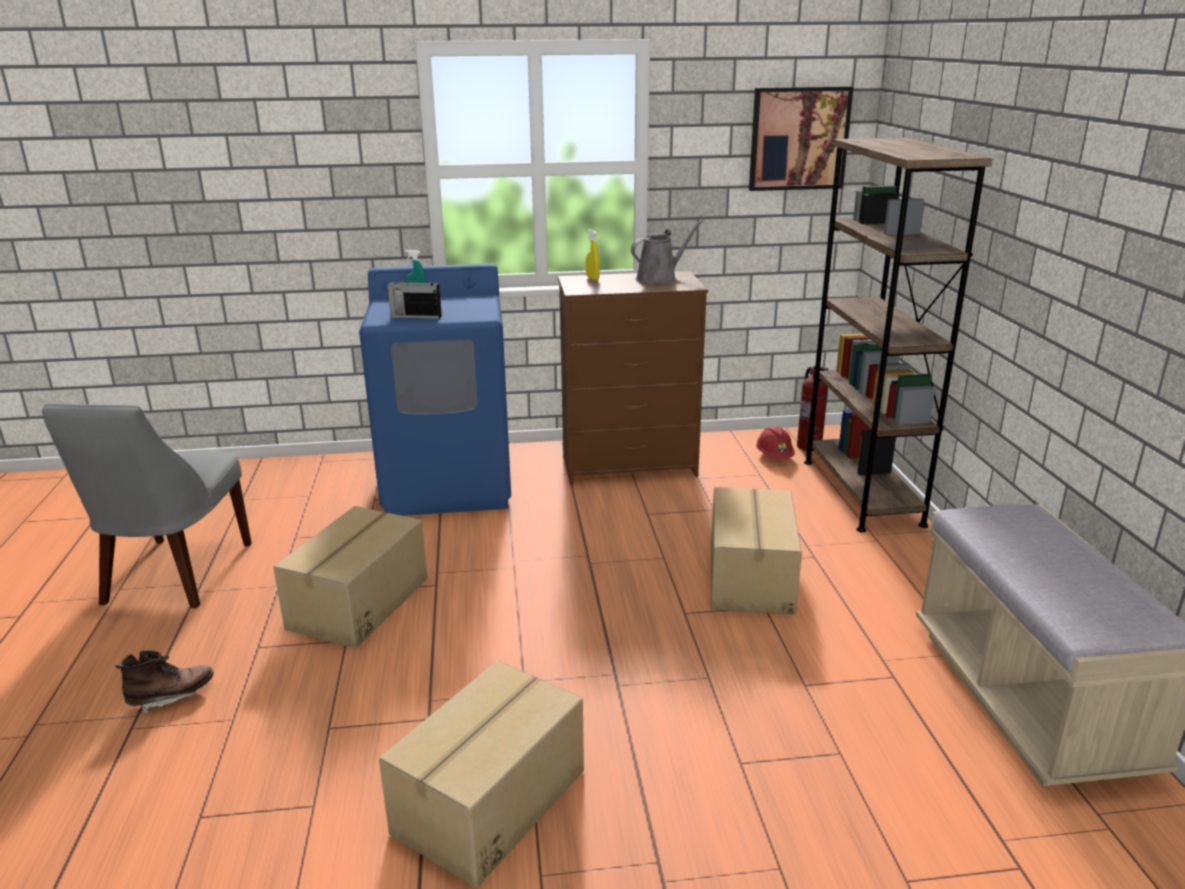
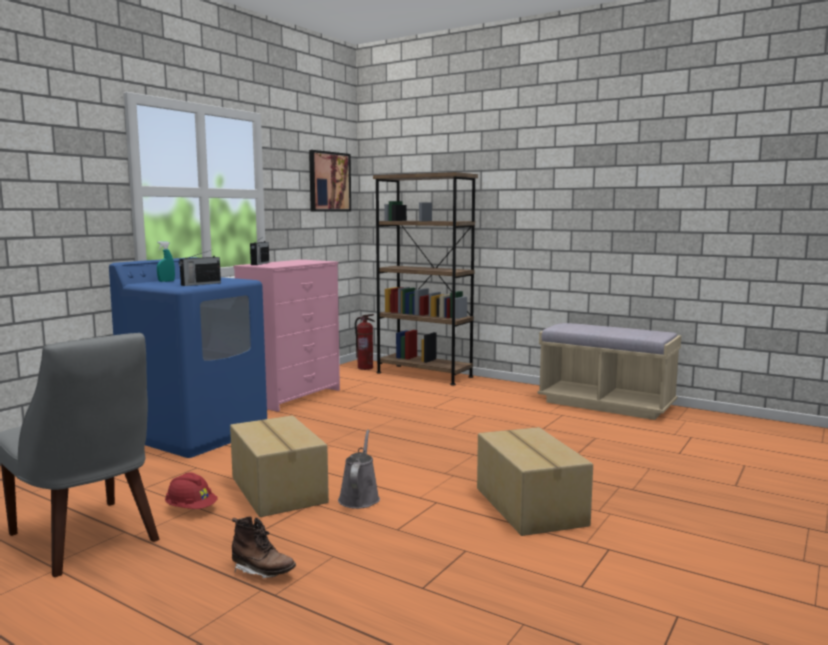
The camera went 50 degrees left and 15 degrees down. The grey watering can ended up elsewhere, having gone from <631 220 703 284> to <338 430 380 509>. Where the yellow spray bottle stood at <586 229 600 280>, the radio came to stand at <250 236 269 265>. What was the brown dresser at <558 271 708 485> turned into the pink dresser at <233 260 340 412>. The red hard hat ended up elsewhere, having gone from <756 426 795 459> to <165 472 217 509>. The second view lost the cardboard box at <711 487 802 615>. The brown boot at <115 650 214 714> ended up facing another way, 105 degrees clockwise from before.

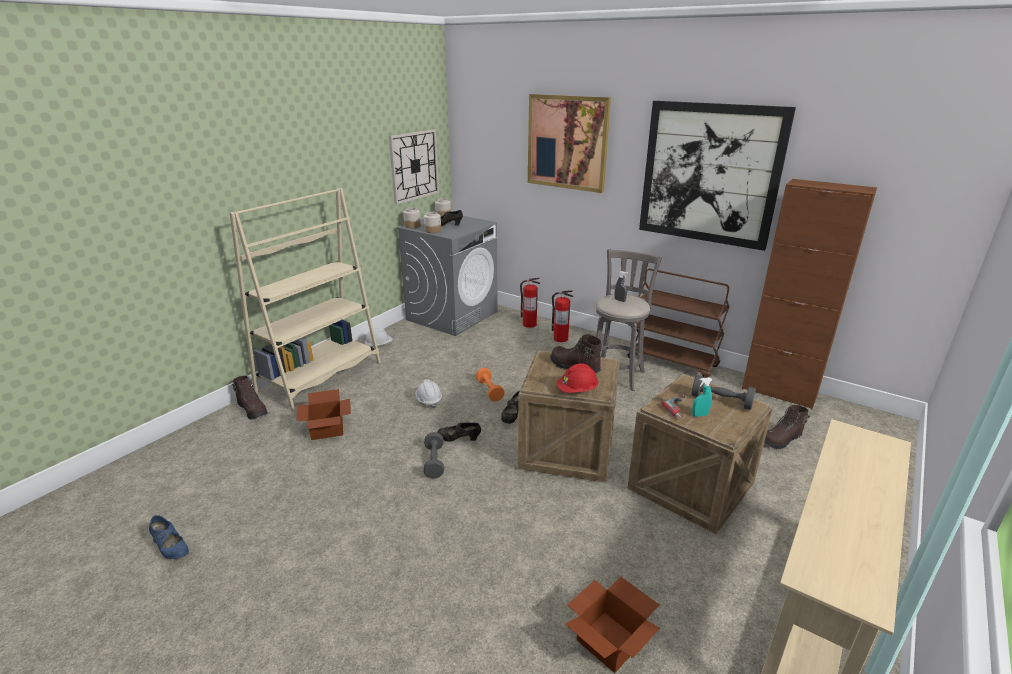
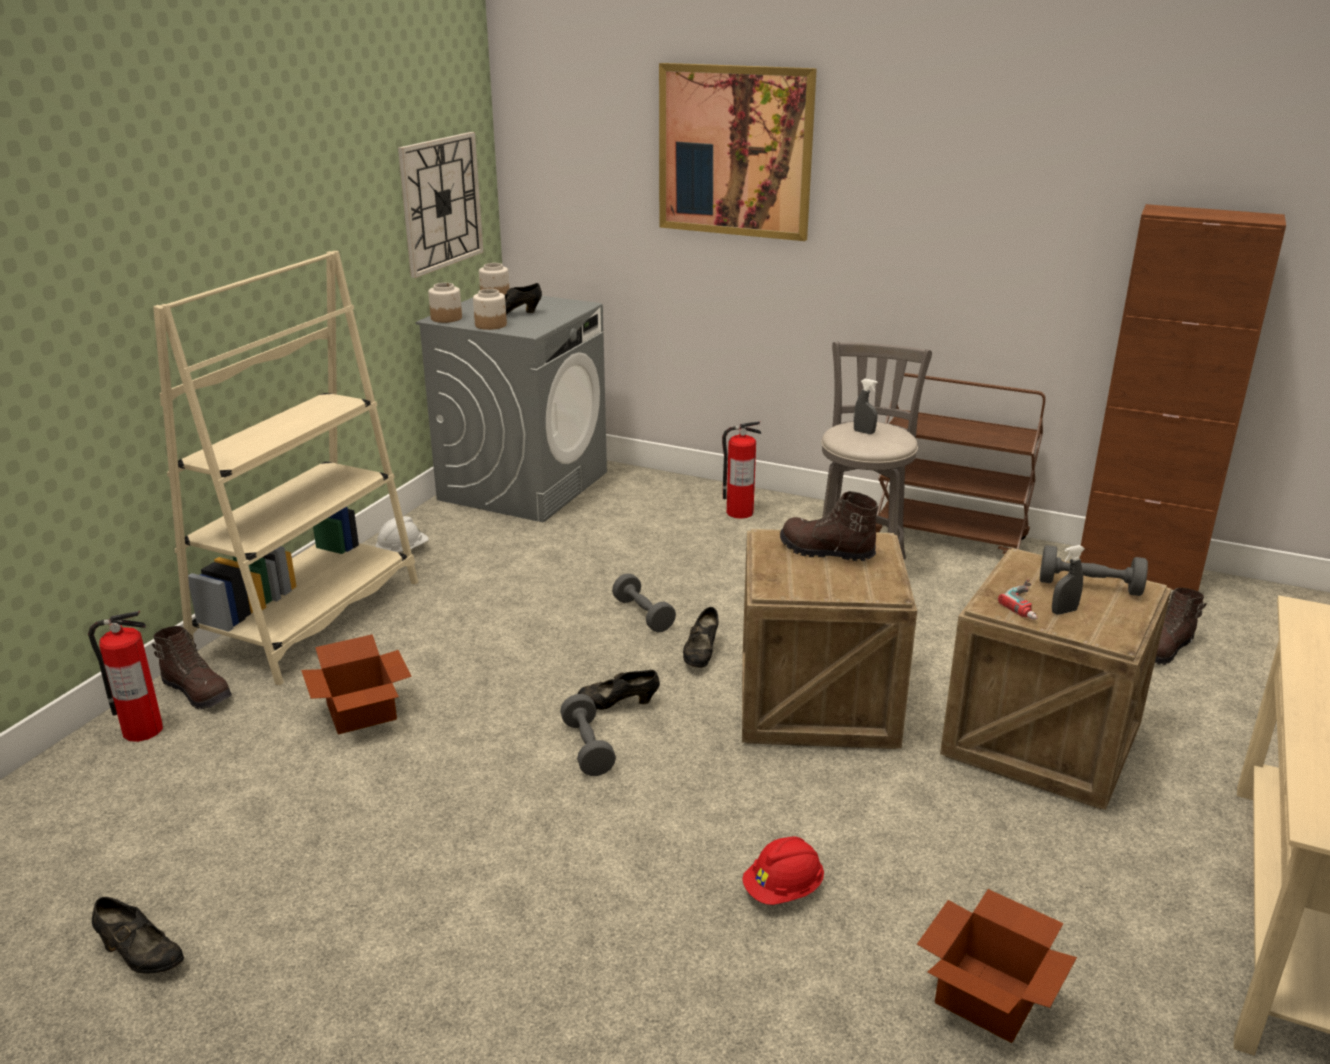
The camera went 10 degrees left and 0 degrees up. The second view lost the picture at <639 101 796 251>. The fire extinguisher ended up elsewhere, having gone from <520 278 540 328> to <88 611 163 742>. The red hard hat ended up elsewhere, having gone from <557 363 599 393> to <742 836 824 905>. What was the orange dumbbell at <476 368 505 401> turned into the grey dumbbell at <612 573 676 632>. What was the turquoise spray bottle at <692 377 712 417> turned into the grey spray bottle at <1052 545 1085 615>. The second view lost the white hard hat at <416 379 442 409>. What was the blue shoe at <149 515 189 559> turned into the black shoe at <92 897 184 974>.

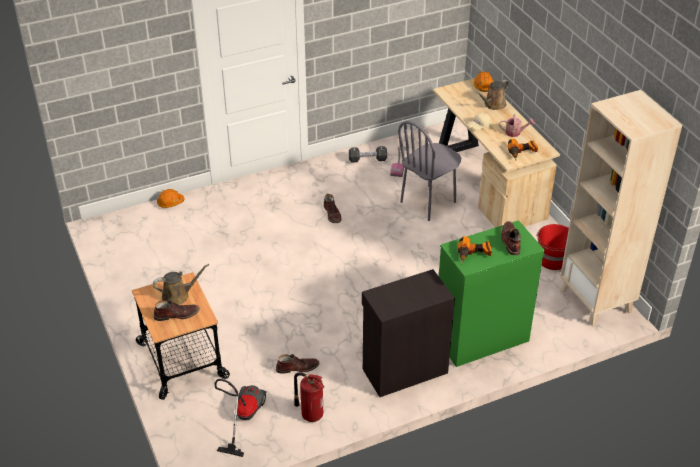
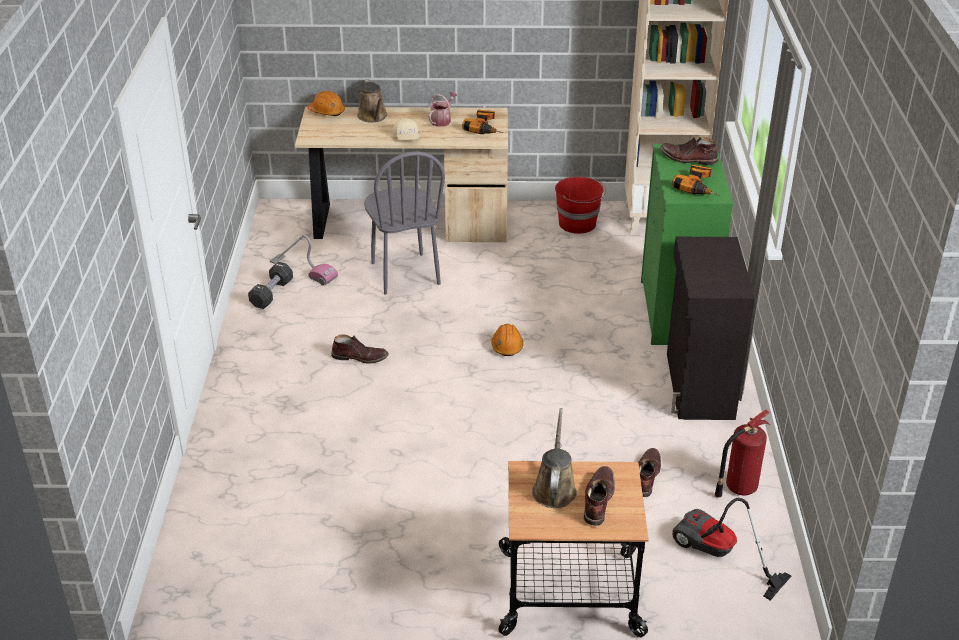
The camera went 65 degrees left and 5 degrees down. The orange hard hat ended up elsewhere, having gone from <157 189 185 208> to <491 324 523 356>.

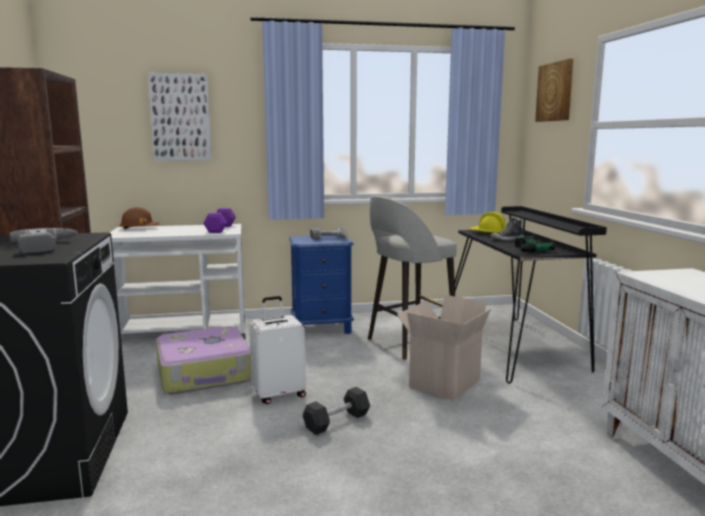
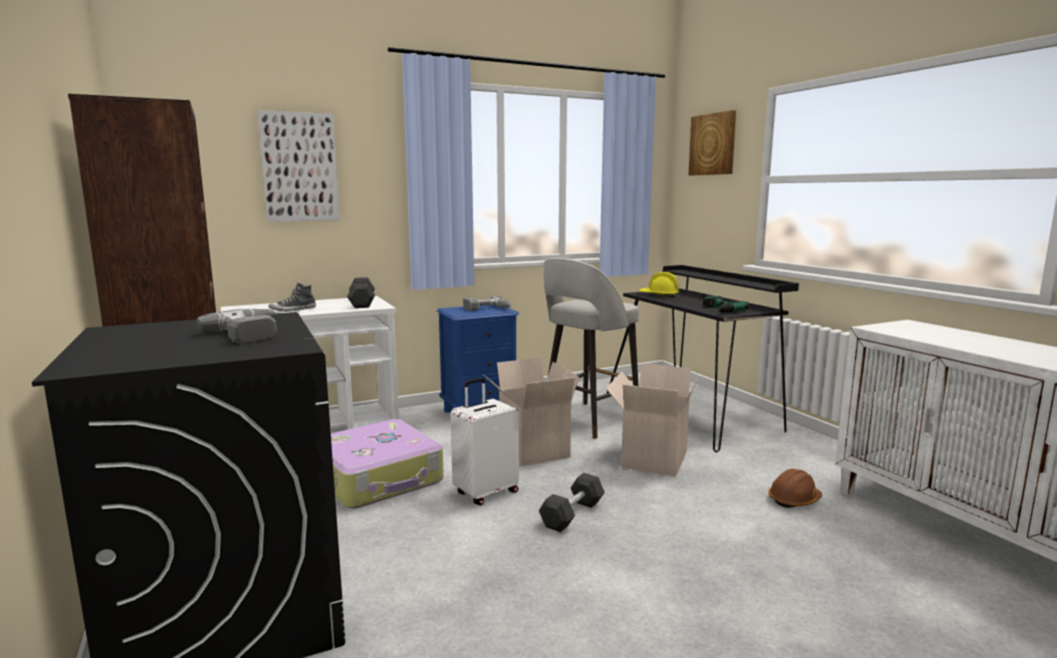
The camera went 15 degrees left and 0 degrees up. The brown hard hat ended up elsewhere, having gone from <119 207 159 229> to <768 469 822 508>. What was the purple dumbbell at <203 208 236 233> turned into the black dumbbell at <347 277 375 308>. The shoe ended up elsewhere, having gone from <491 217 524 241> to <268 283 316 312>. The second view gained the cardboard box at <483 358 579 466>.

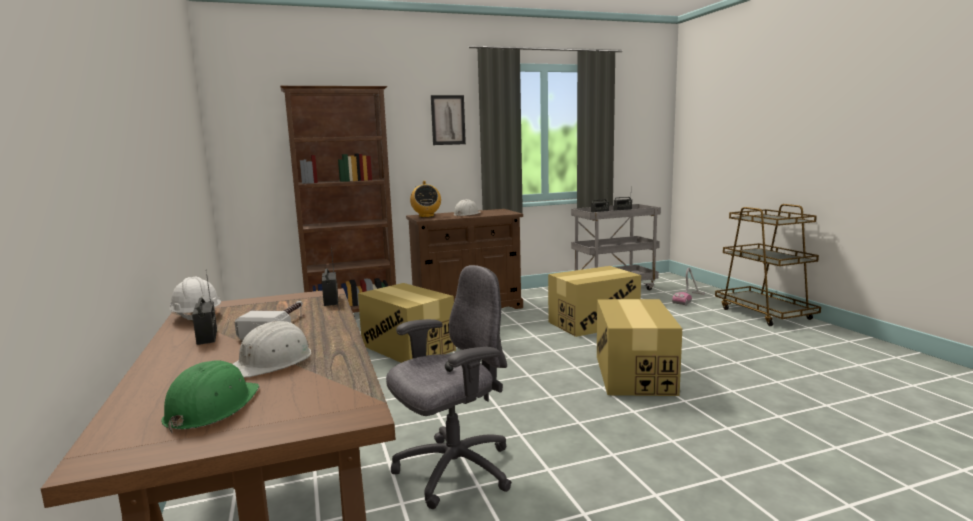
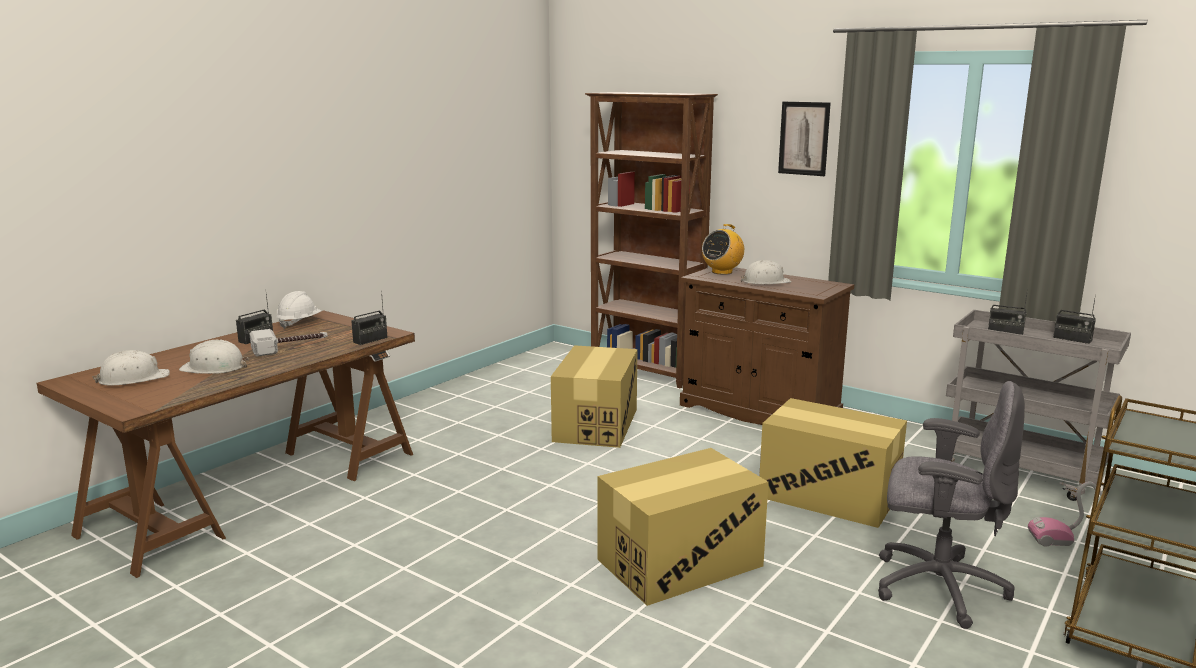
The camera went 55 degrees right and 5 degrees up. The grey office chair ended up elsewhere, having gone from <386 265 512 509> to <878 381 1025 629>. What was the green hard hat at <161 360 260 433> turned into the white hard hat at <92 350 170 385>.

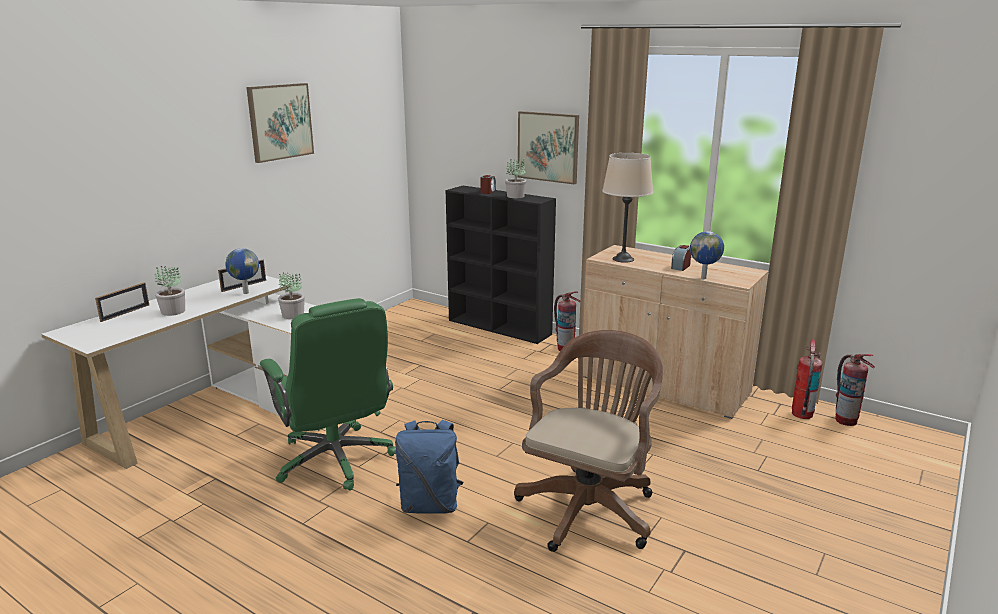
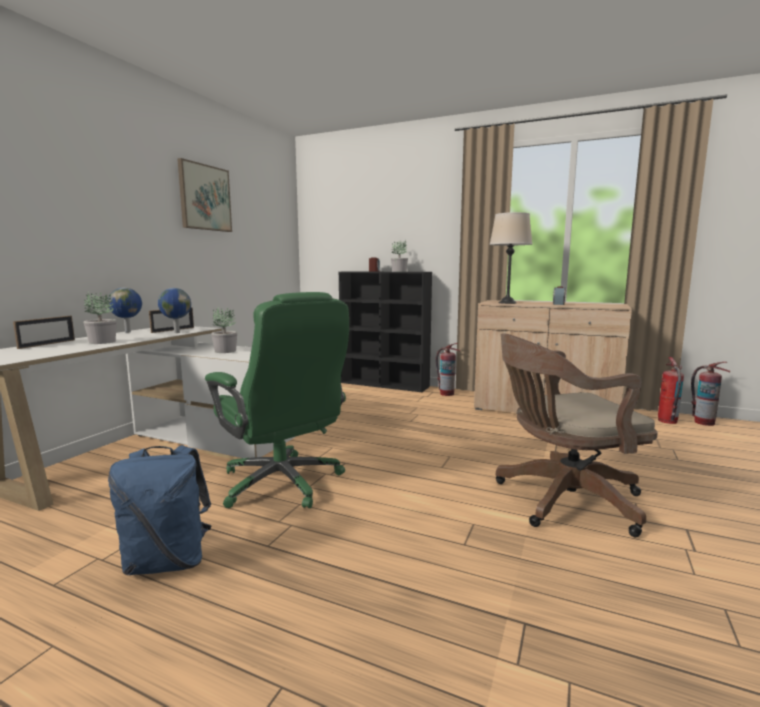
The camera went 10 degrees left and 10 degrees down. The second view lost the picture at <518 111 579 184>. The globe ended up elsewhere, having gone from <690 231 724 279> to <107 288 142 333>. The brown office chair at <514 330 663 552> ended up facing another way, 120 degrees counterclockwise from before. The blue backpack ended up elsewhere, having gone from <395 420 463 514> to <108 445 212 575>.

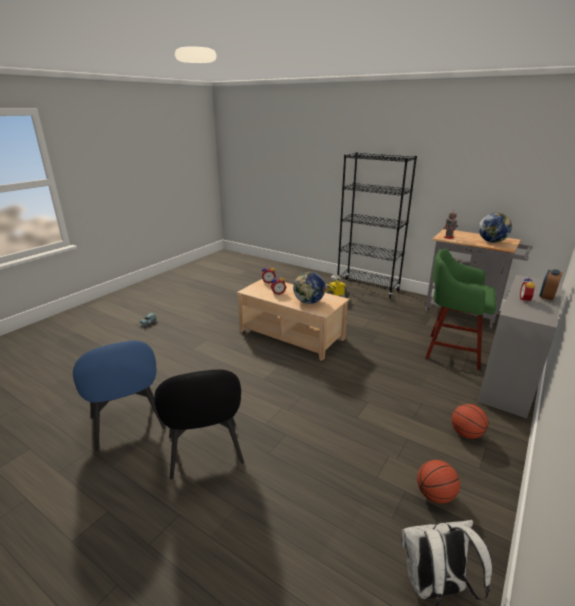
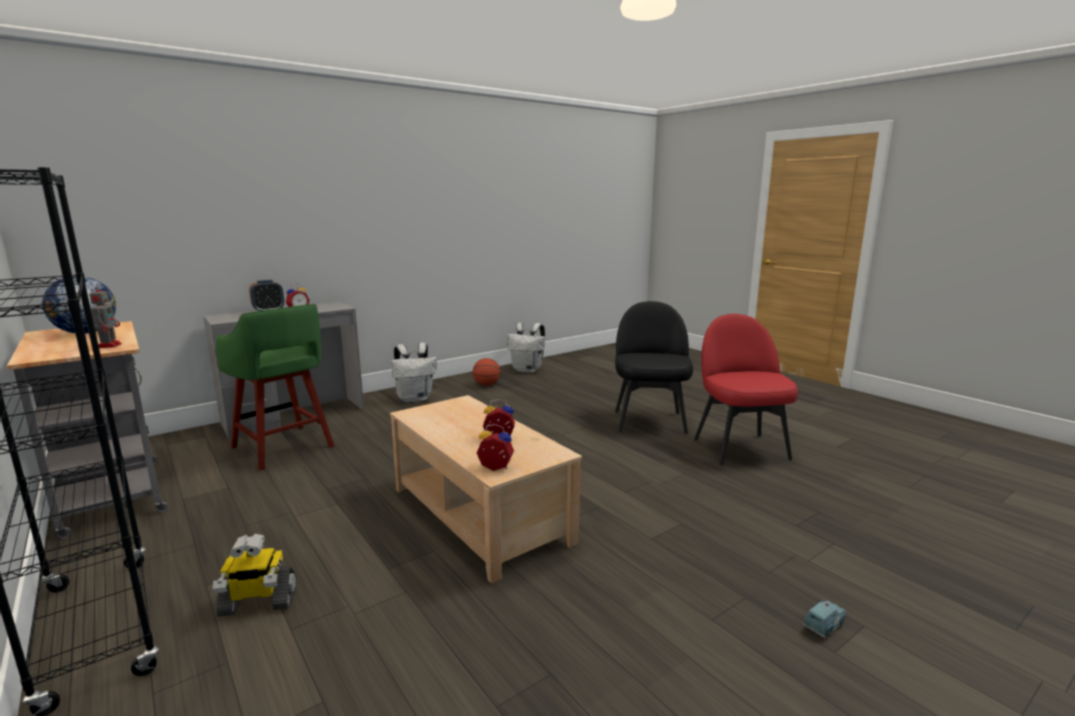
The camera went 160 degrees left and 10 degrees down. The second view lost the globe at <293 272 326 304>. What was the blue chair at <73 341 166 451> turned into the red chair at <694 314 798 465>. Where the basketball stood at <451 404 488 439>, the white backpack came to stand at <391 342 437 403>.

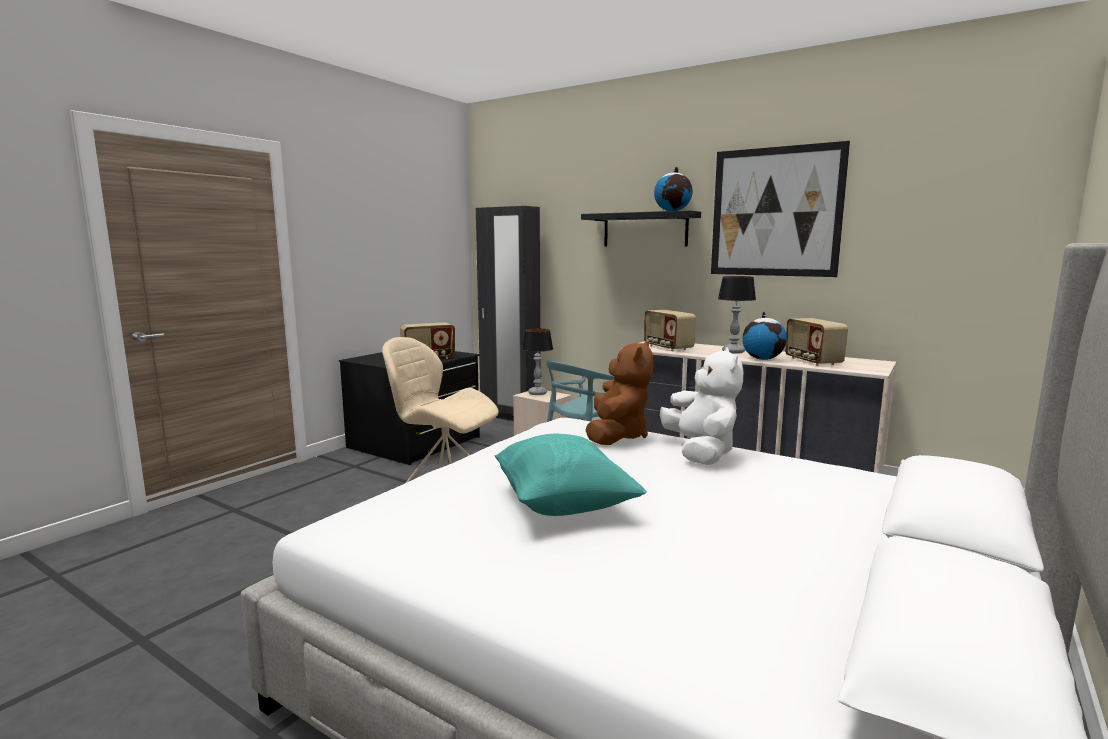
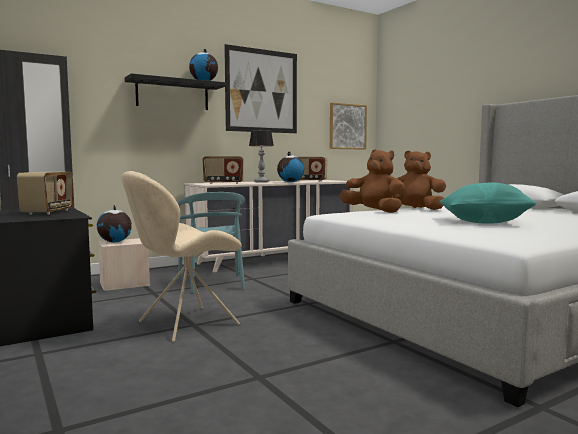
The camera went 65 degrees left and 5 degrees down. Where the table lamp stood at <522 329 553 395>, the globe came to stand at <97 205 132 243>. What was the white plush toy at <660 348 743 465> turned into the brown plush toy at <393 151 446 210>. The second view gained the picture at <330 103 367 150>.

